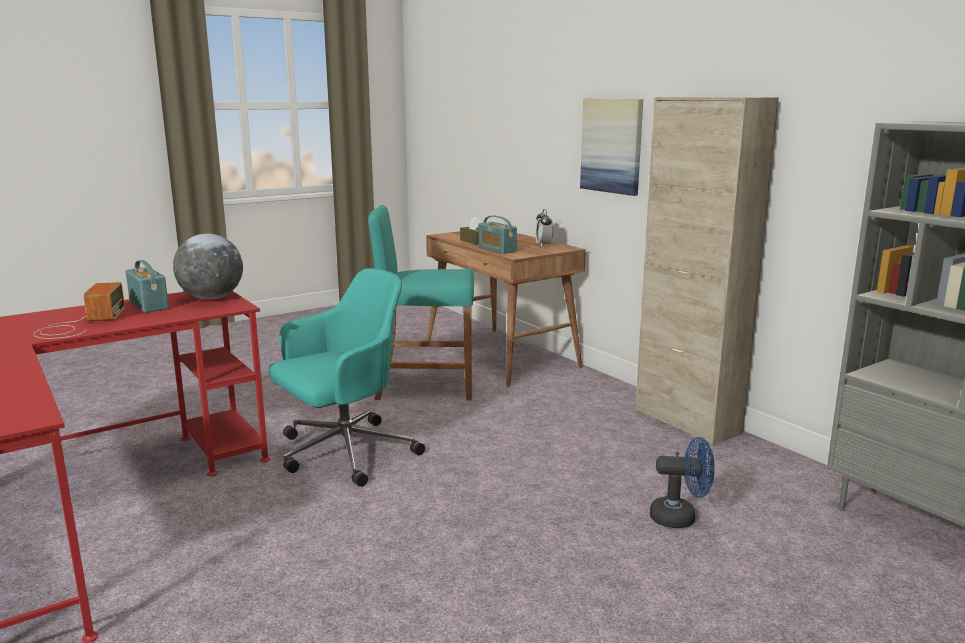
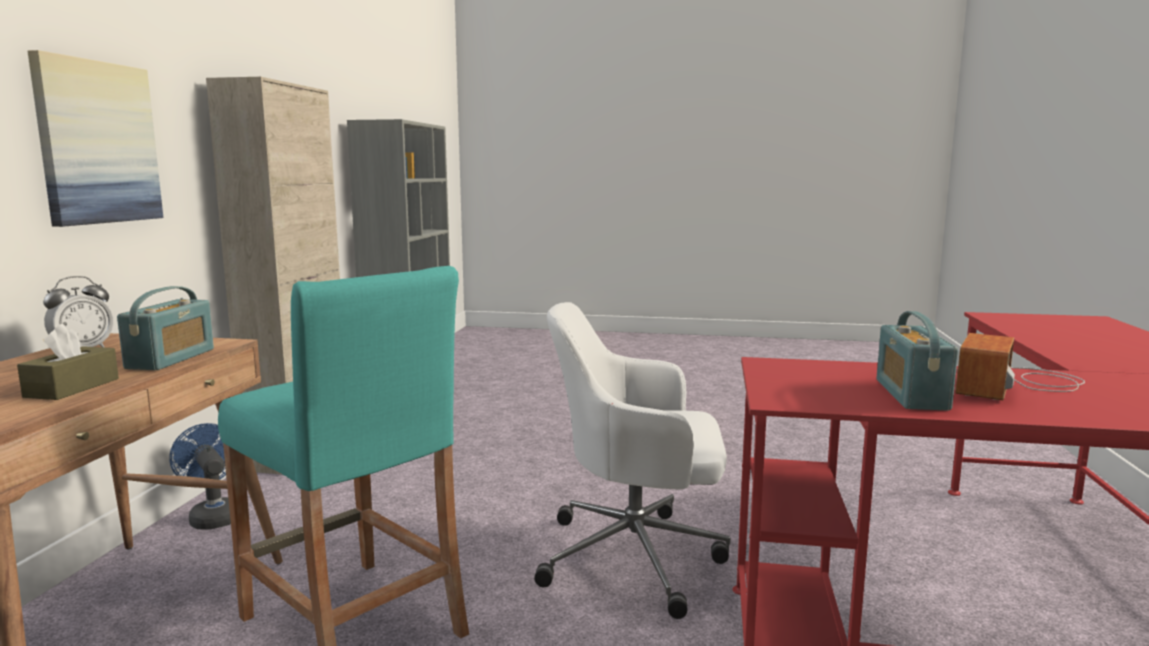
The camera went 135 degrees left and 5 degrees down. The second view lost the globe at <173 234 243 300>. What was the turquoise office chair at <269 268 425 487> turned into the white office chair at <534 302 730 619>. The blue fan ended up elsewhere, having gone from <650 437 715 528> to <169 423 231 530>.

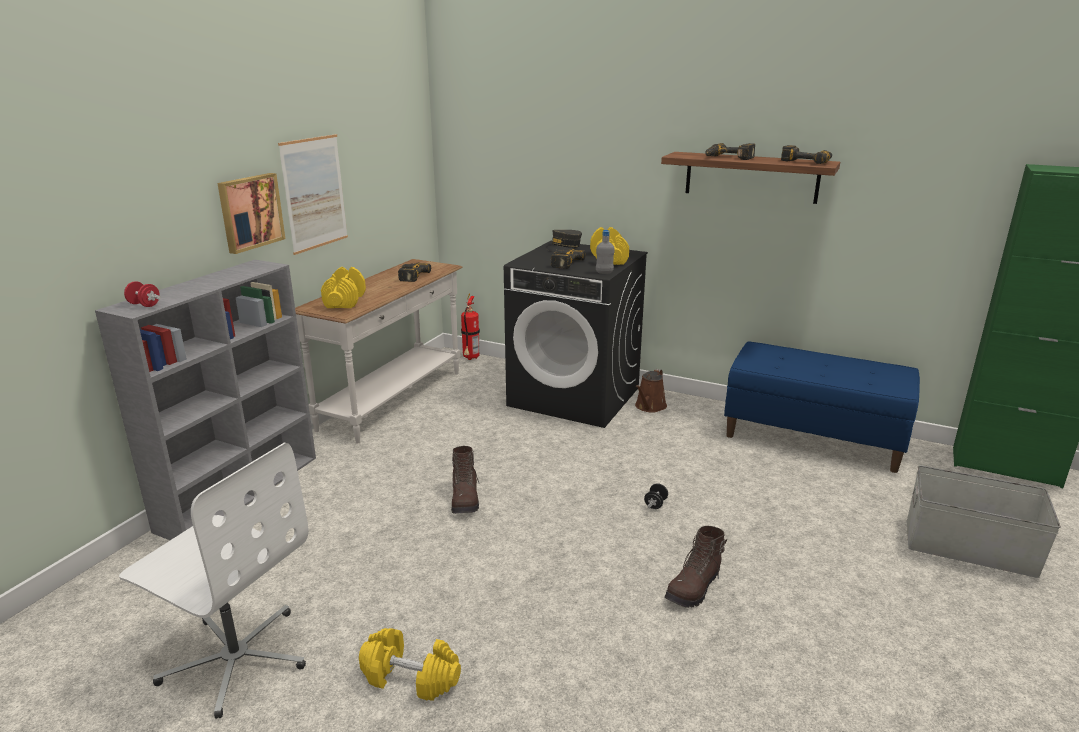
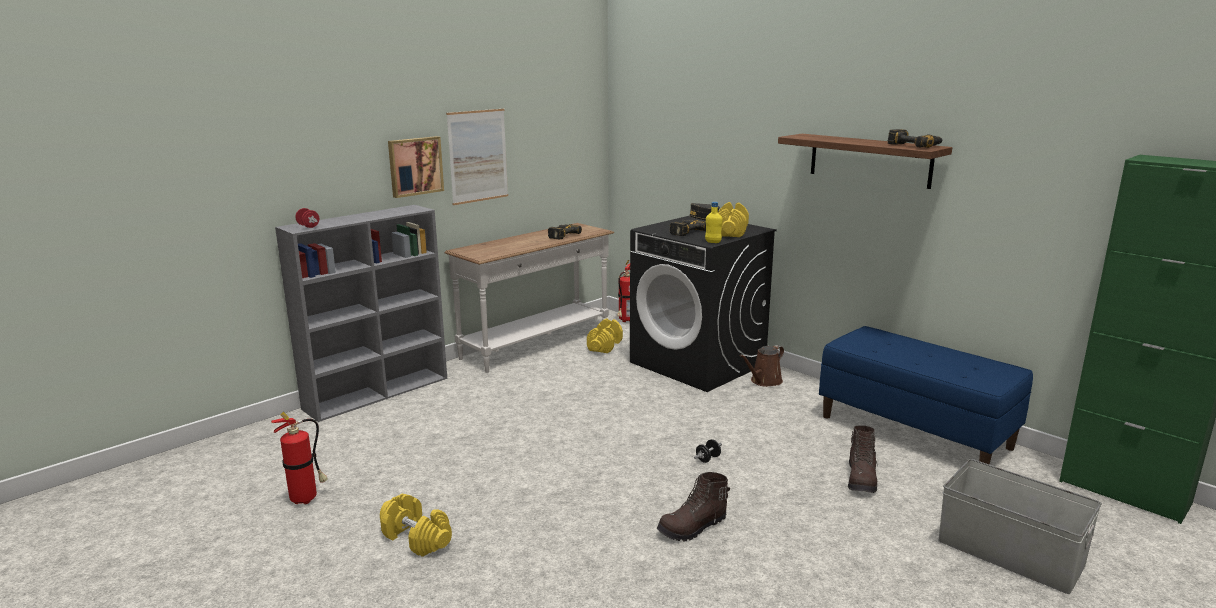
The camera went 20 degrees right and 5 degrees down. The second view lost the power drill at <705 143 755 160>. What was the grey bottle at <596 230 614 274> turned into the yellow bottle at <705 202 722 243>. The yellow dumbbell ended up elsewhere, having gone from <321 267 366 308> to <587 318 623 353>. Where the white office chair stood at <119 443 309 719>, the fire extinguisher came to stand at <271 412 328 504>. The brown boot ended up elsewhere, having gone from <451 446 480 514> to <848 425 878 493>.

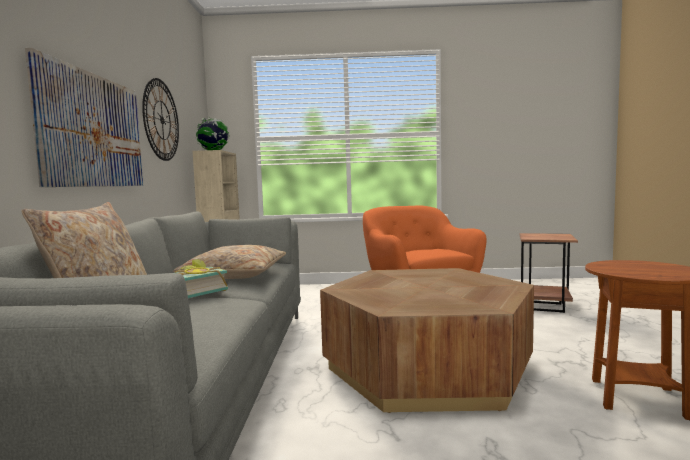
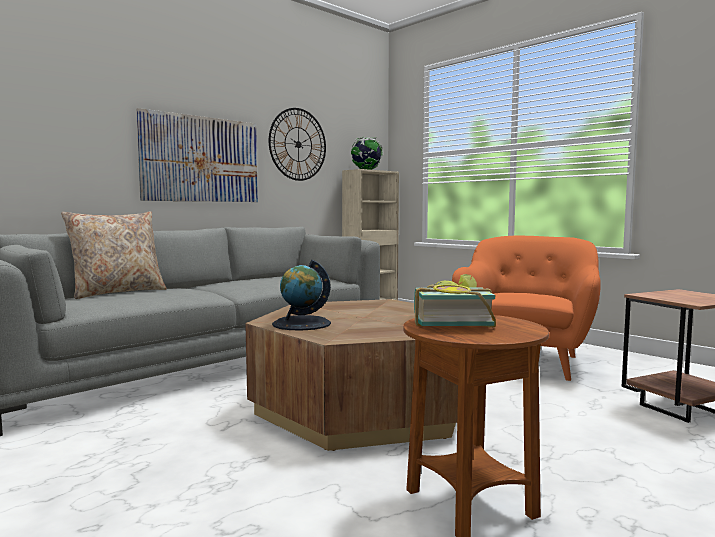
The camera went 45 degrees right and 0 degrees up. The second view lost the beige pillow at <173 245 286 279>. The book ended up elsewhere, having gone from <175 259 228 298> to <414 274 496 328>. The second view gained the globe at <272 260 331 331>.

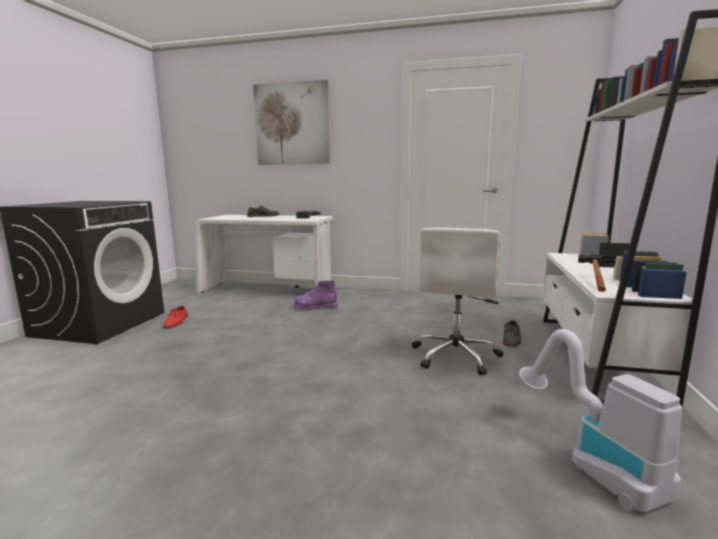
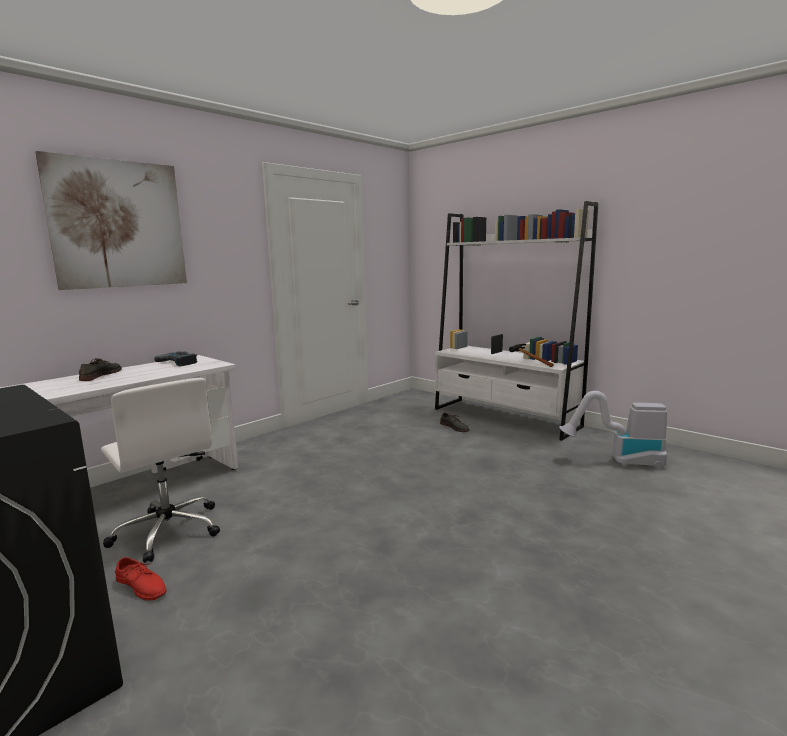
The camera went 60 degrees left and 0 degrees up. The white office chair ended up elsewhere, having gone from <412 228 504 376> to <101 378 220 563>. The second view lost the purple boot at <294 281 338 311>.

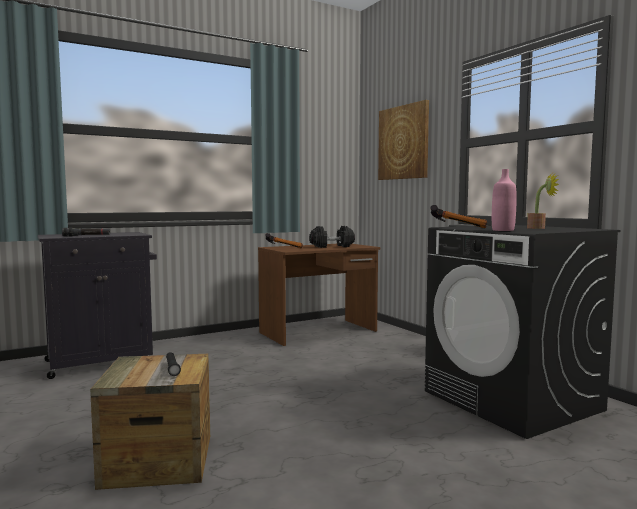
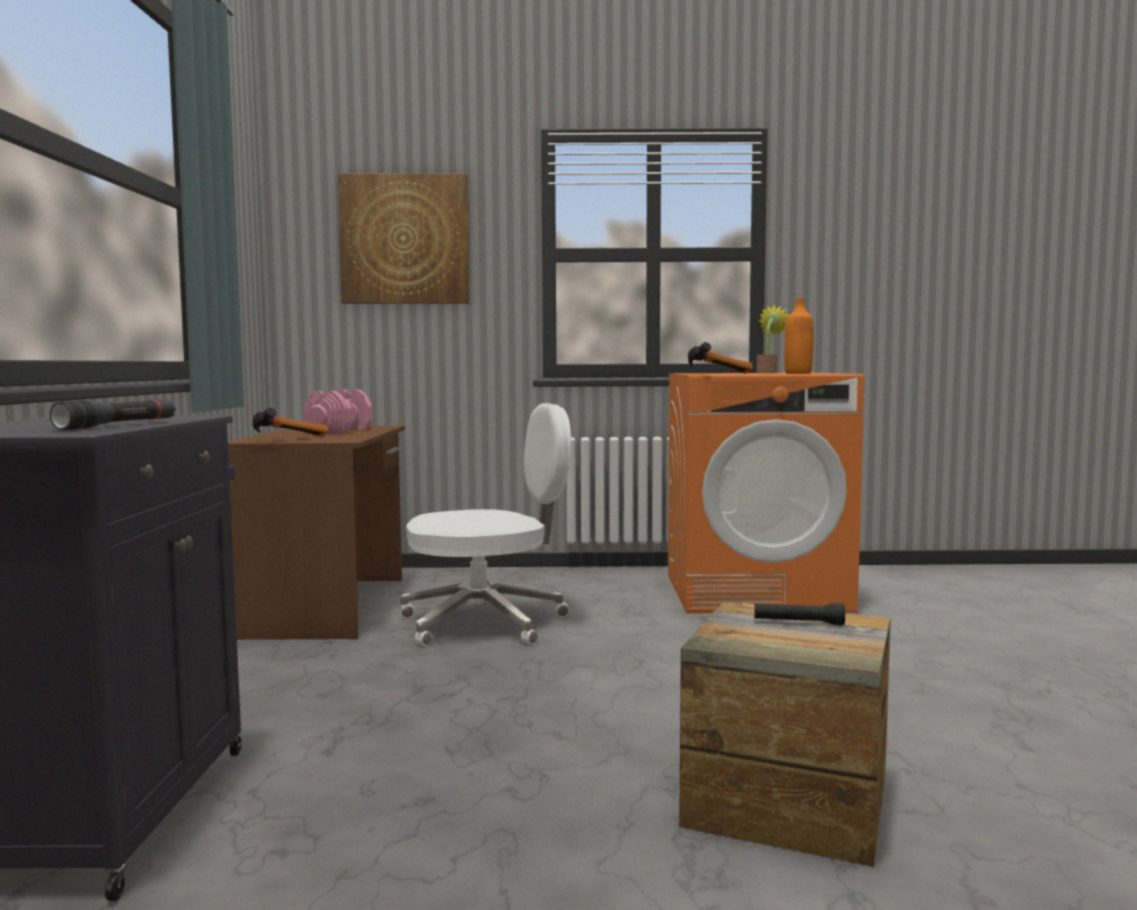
The camera went 60 degrees left and 0 degrees up. What was the pink bottle at <492 169 517 231> turned into the orange bottle at <784 298 814 374>. What was the black washing machine at <425 225 620 439> turned into the orange washing machine at <668 373 865 613>. What was the black dumbbell at <309 226 355 248> turned into the pink dumbbell at <304 389 372 433>. The second view gained the white office chair at <400 403 571 646>.

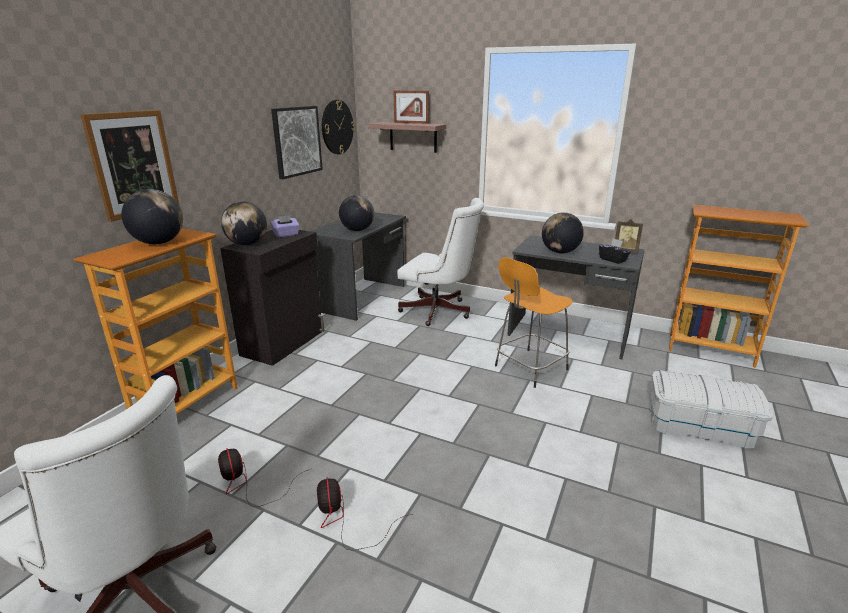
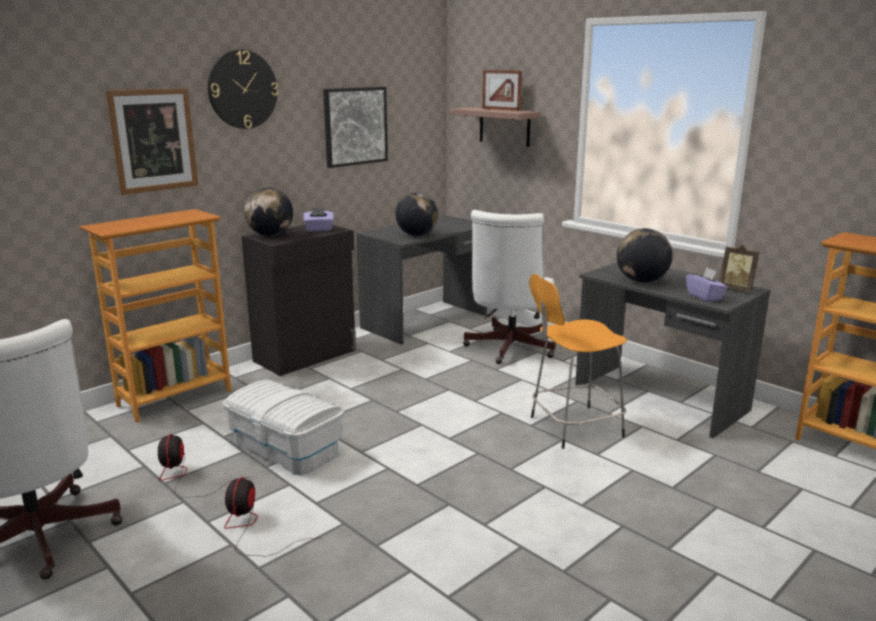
The camera went 20 degrees right and 5 degrees down. The wall clock ended up elsewhere, having gone from <322 100 355 154> to <208 50 278 129>. The second view lost the globe at <121 189 183 244>. The white office chair at <397 198 484 326> ended up facing another way, 60 degrees clockwise from before. What was the black tissue box at <599 239 631 264> turned into the purple tissue box at <686 268 728 302>. The white storage box ended up elsewhere, having gone from <650 370 774 449> to <223 380 344 475>.

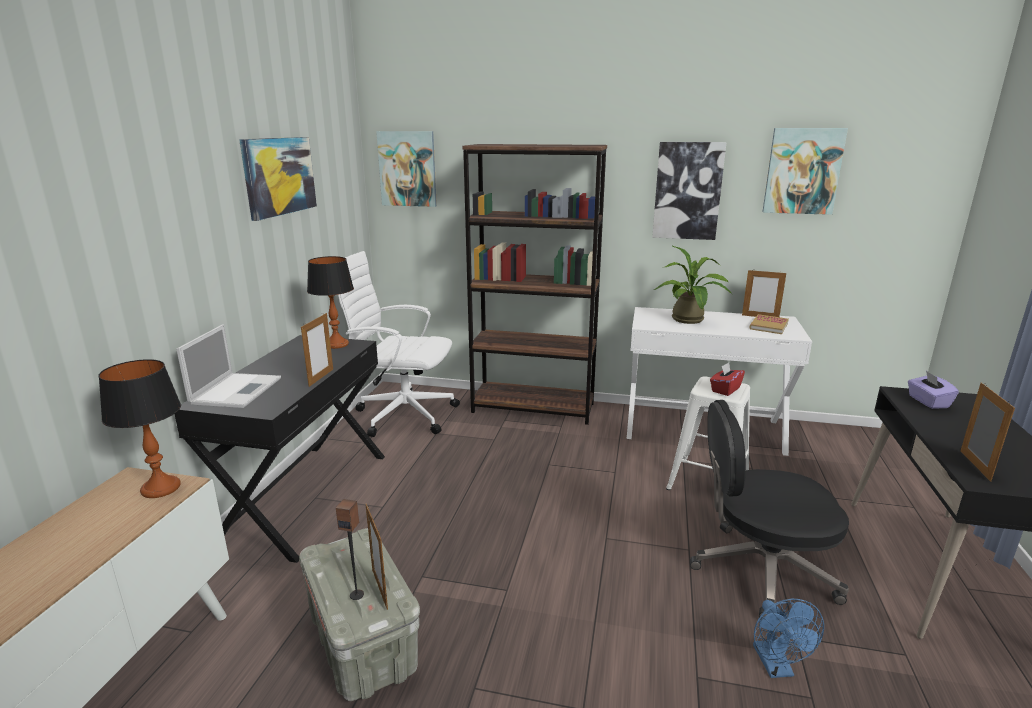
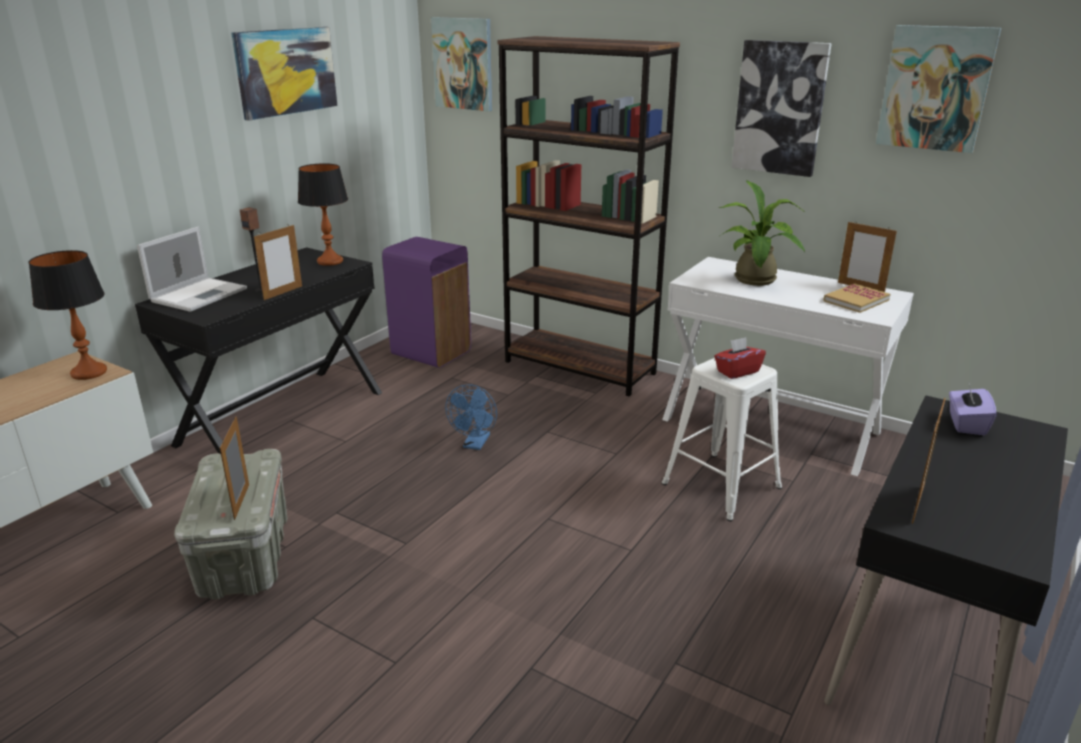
The camera went 20 degrees right and 5 degrees up. Where the white office chair stood at <338 251 460 437>, the purple trash can came to stand at <382 237 471 368>. The second view lost the black office chair at <690 400 849 619>. The speaker ended up elsewhere, having gone from <336 499 364 600> to <240 207 262 292>. The blue fan ended up elsewhere, having gone from <753 599 824 678> to <445 384 497 450>.

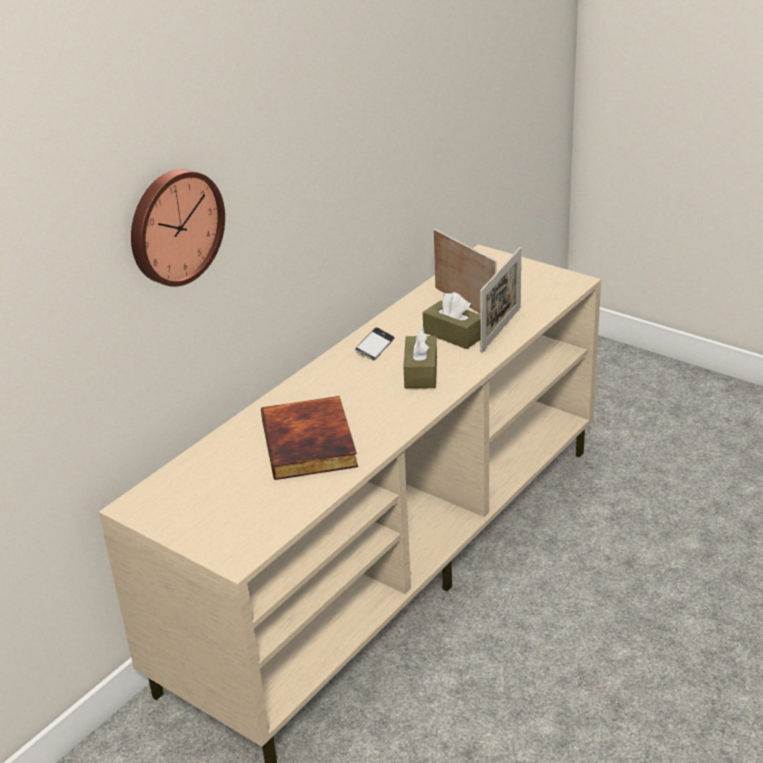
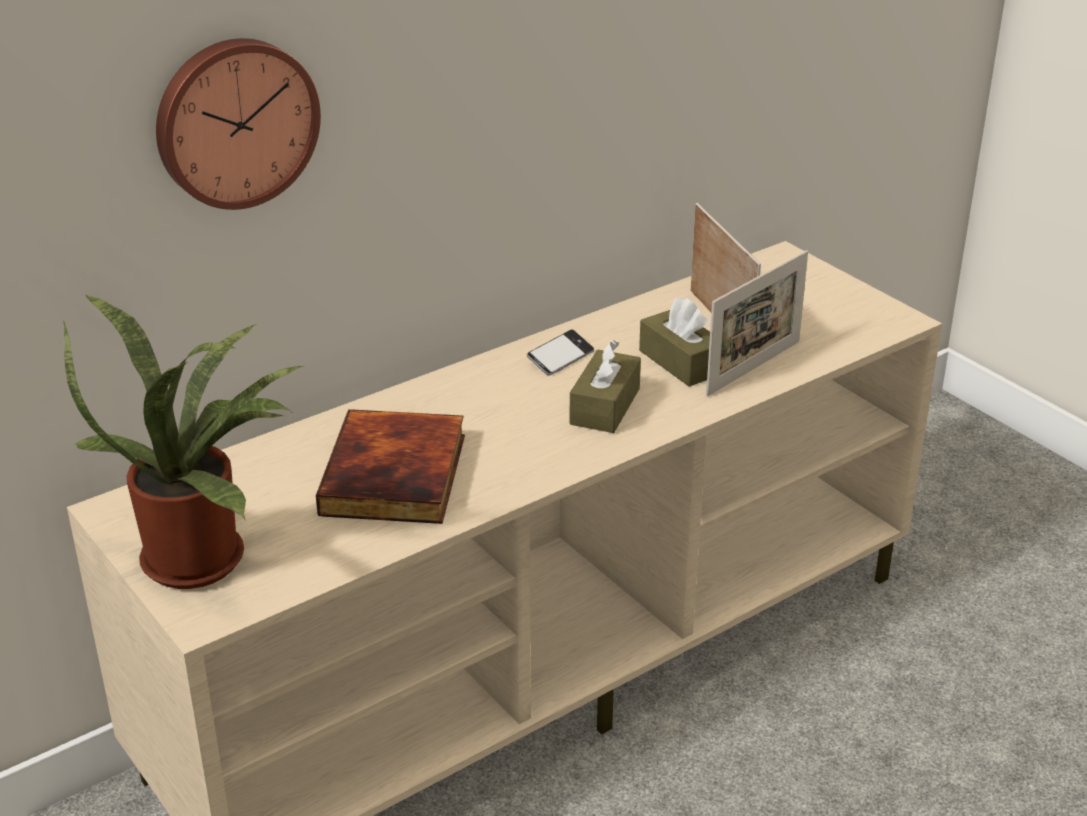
The camera went 15 degrees right and 0 degrees up. The second view gained the potted plant at <64 295 307 589>.

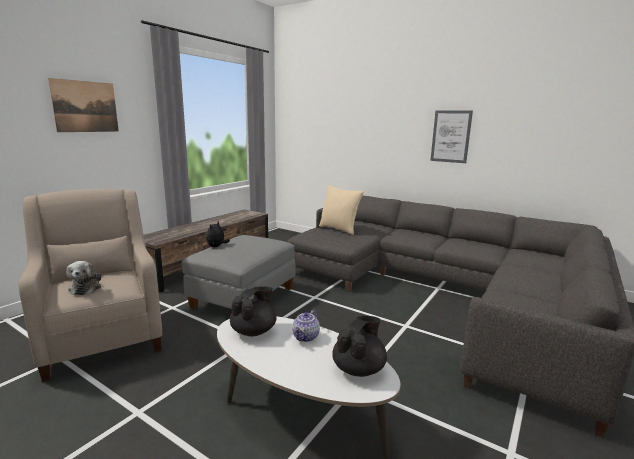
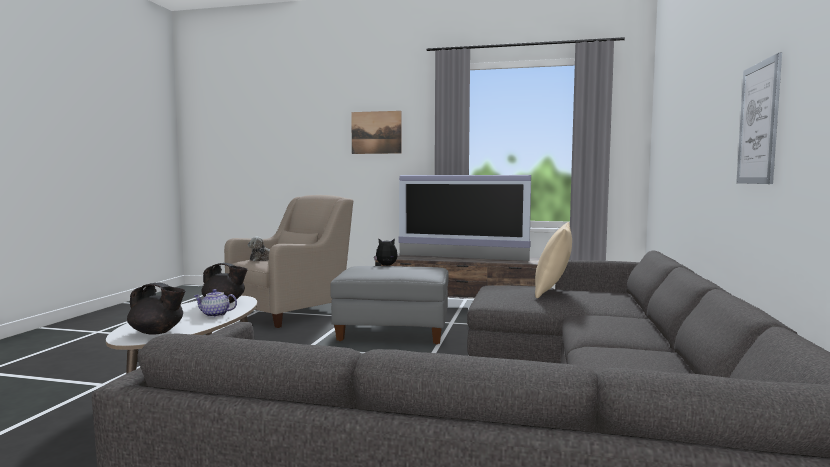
The camera went 70 degrees right and 10 degrees down. The second view gained the television at <399 175 531 261>.

